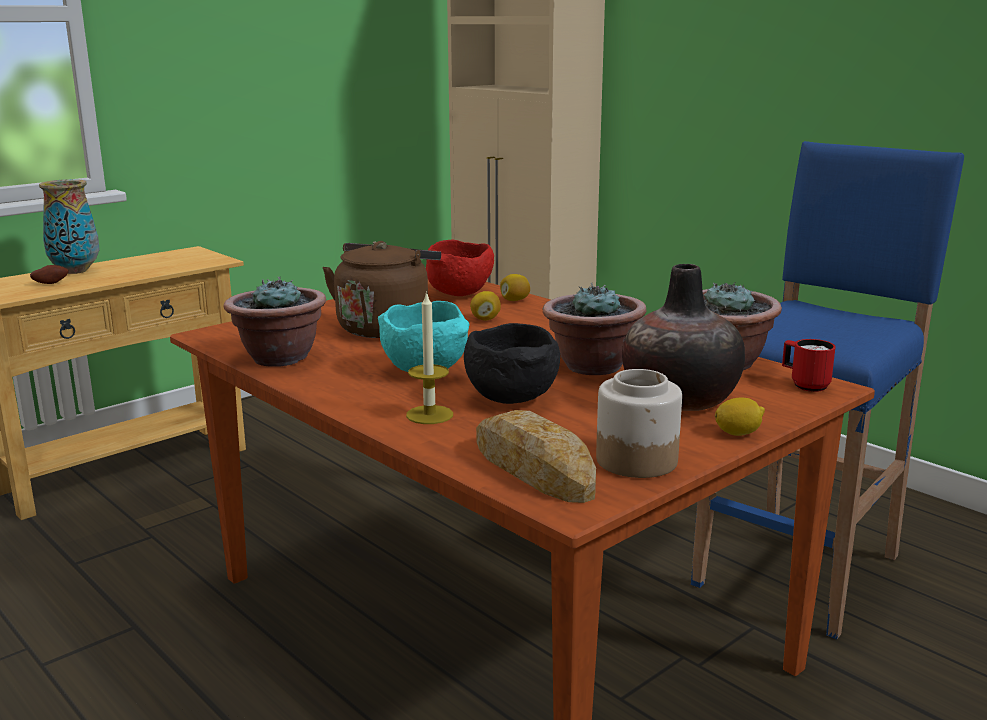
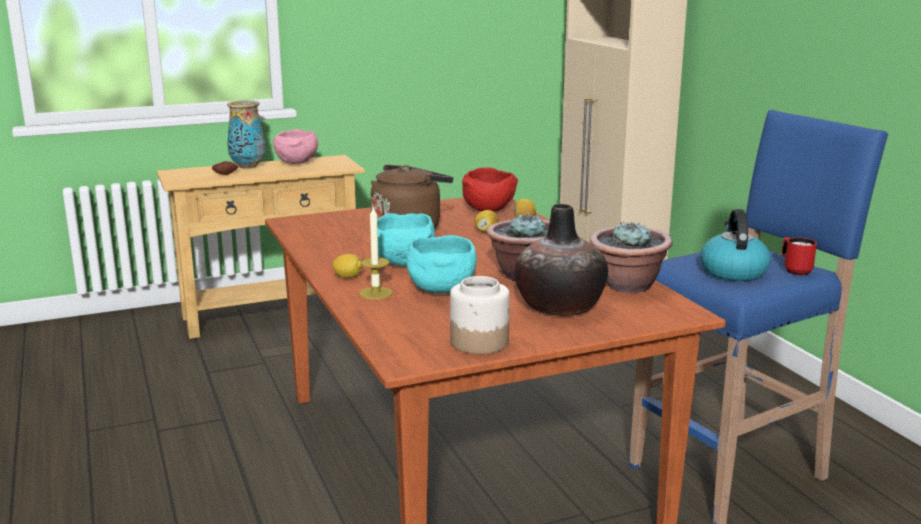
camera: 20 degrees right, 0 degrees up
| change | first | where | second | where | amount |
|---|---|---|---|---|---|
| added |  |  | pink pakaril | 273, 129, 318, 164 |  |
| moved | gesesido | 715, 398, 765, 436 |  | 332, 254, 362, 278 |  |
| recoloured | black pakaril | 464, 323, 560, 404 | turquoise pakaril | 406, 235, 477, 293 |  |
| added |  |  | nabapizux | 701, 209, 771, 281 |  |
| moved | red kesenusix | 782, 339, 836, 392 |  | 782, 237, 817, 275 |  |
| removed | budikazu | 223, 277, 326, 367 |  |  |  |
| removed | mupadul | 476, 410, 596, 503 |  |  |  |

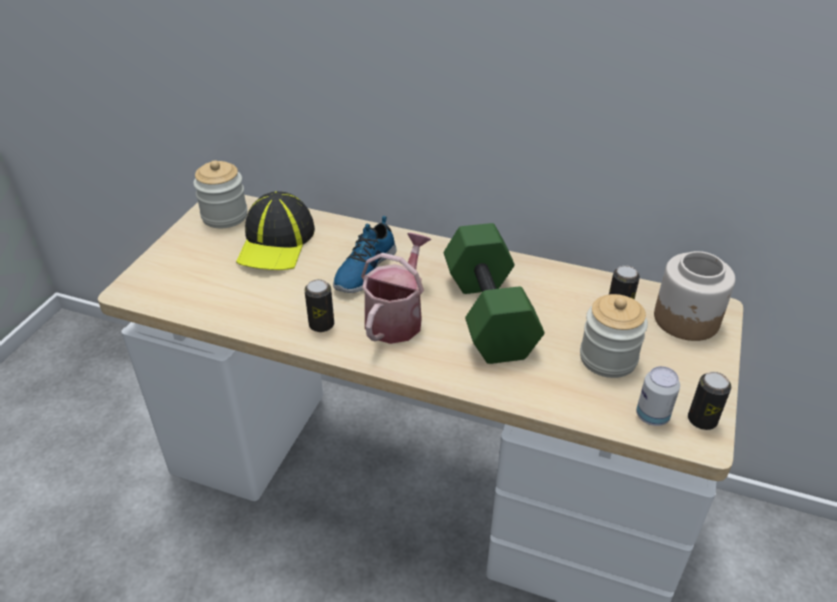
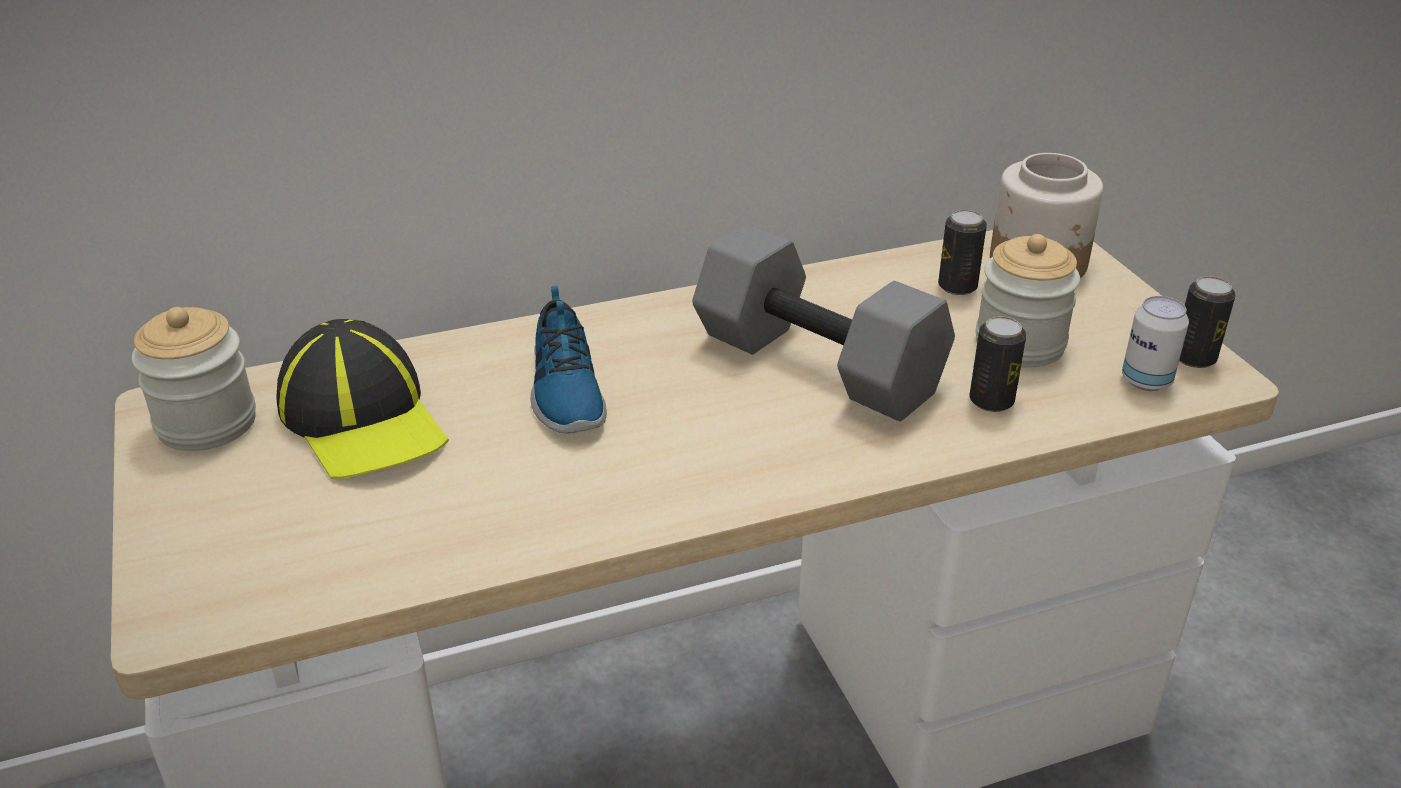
camera: 40 degrees left, 5 degrees down
| change | first | where | second | where | amount |
|---|---|---|---|---|---|
| recoloured | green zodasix | 444, 223, 545, 364 | grey zodasix | 692, 224, 955, 421 |  |
| moved | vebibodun | 304, 279, 334, 332 |  | 970, 316, 1026, 412 |  |
| removed | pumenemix | 361, 233, 432, 344 |  |  |  |

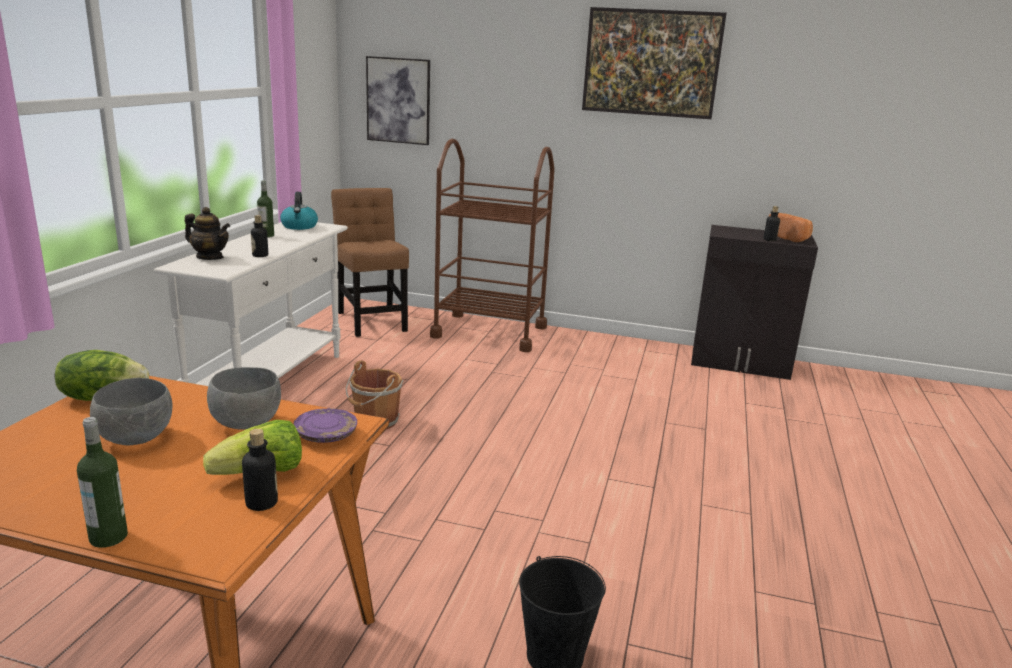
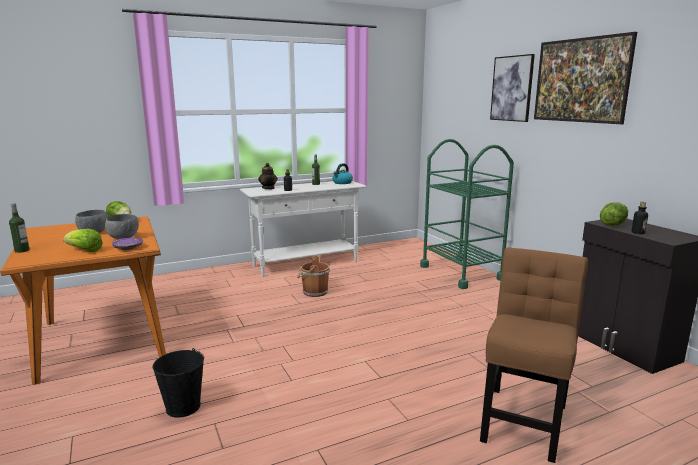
camera: 50 degrees right, 5 degrees down
| change | first | where | second | where | amount |
|---|---|---|---|---|---|
| recoloured | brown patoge | 430, 139, 555, 352 | green patoge | 420, 139, 514, 289 |  |
| moved | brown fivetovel | 331, 188, 409, 337 |  | 480, 248, 588, 463 |  |
| moved | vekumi | 366, 56, 430, 145 |  | 490, 54, 535, 122 |  |
| added |  |  | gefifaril | 600, 202, 628, 226 |  |
| removed | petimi | 242, 429, 278, 511 |  |  |  |
| removed | mupadul | 768, 213, 813, 242 |  |  |  |

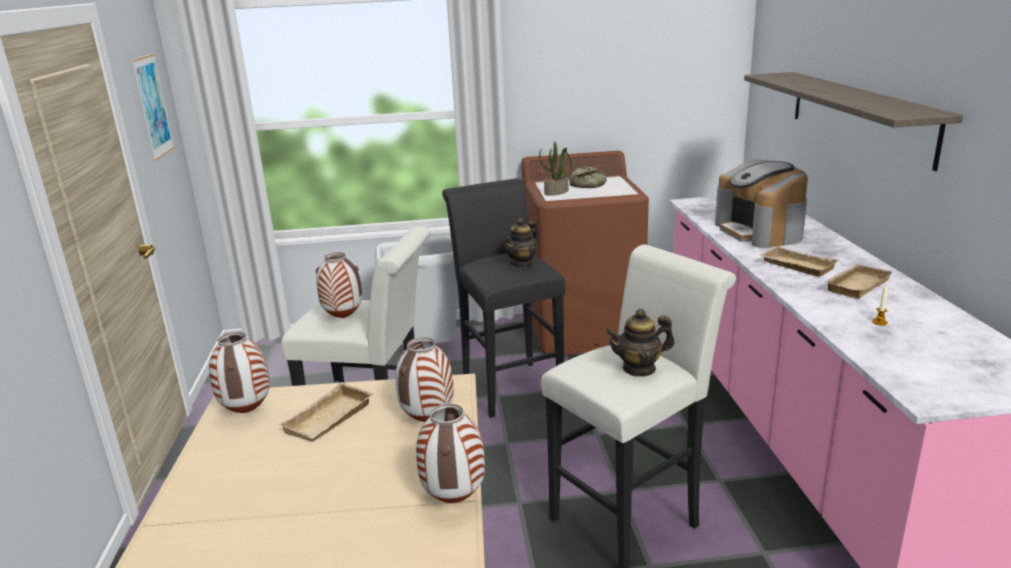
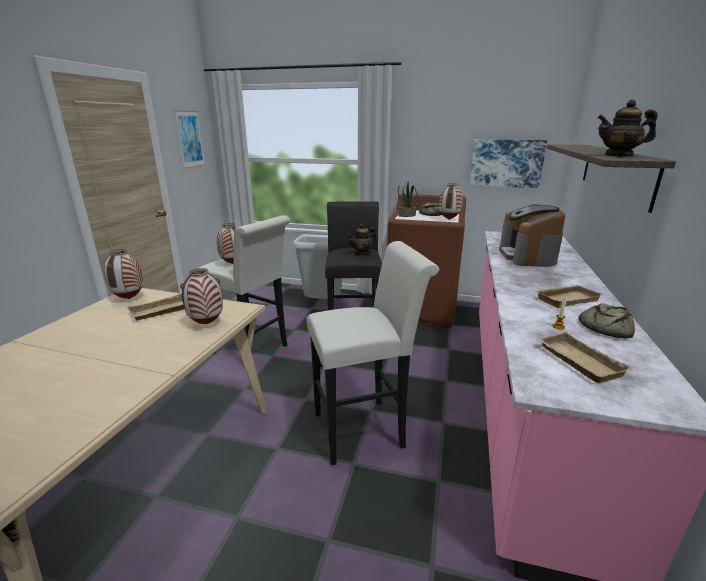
camera: 20 degrees right, 0 degrees up
| change | first | where | second | where | amount |
|---|---|---|---|---|---|
| moved | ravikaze | 416, 404, 485, 503 |  | 439, 183, 463, 220 |  |
| added |  |  | vekumi | 469, 139, 547, 188 |  |
| moved | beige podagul | 759, 246, 839, 277 |  | 537, 332, 633, 383 |  |
| added |  |  | mupadul | 579, 303, 635, 339 |  |
| moved | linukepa | 606, 309, 674, 377 |  | 597, 99, 658, 157 |  |

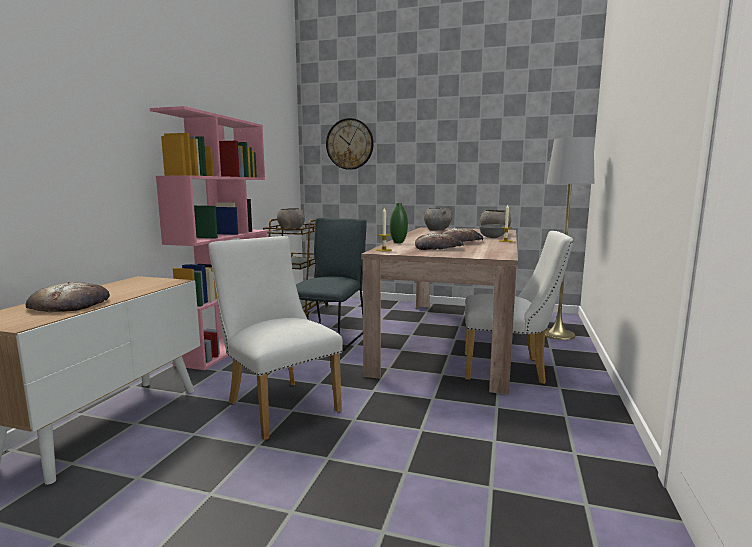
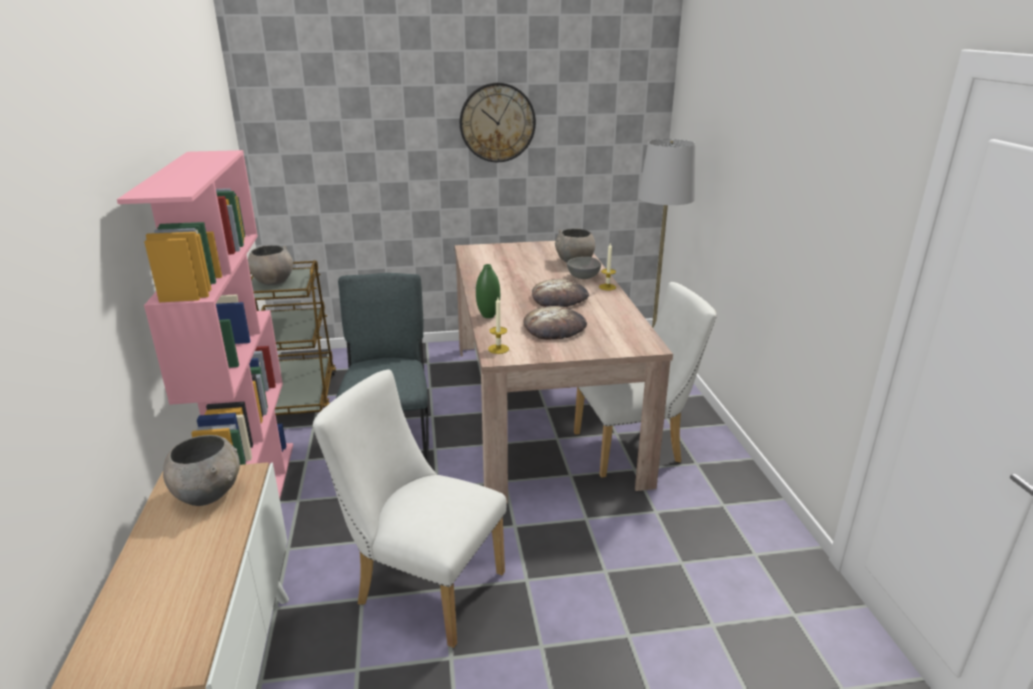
camera: 25 degrees left, 15 degrees up
| change | first | where | second | where | amount |
|---|---|---|---|---|---|
| moved | grey pakaril | 424, 208, 452, 231 |  | 163, 435, 240, 506 |  |
| moved | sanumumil | 326, 118, 374, 170 |  | 460, 83, 536, 162 |  |
| removed | mupadul | 26, 282, 110, 312 |  |  |  |

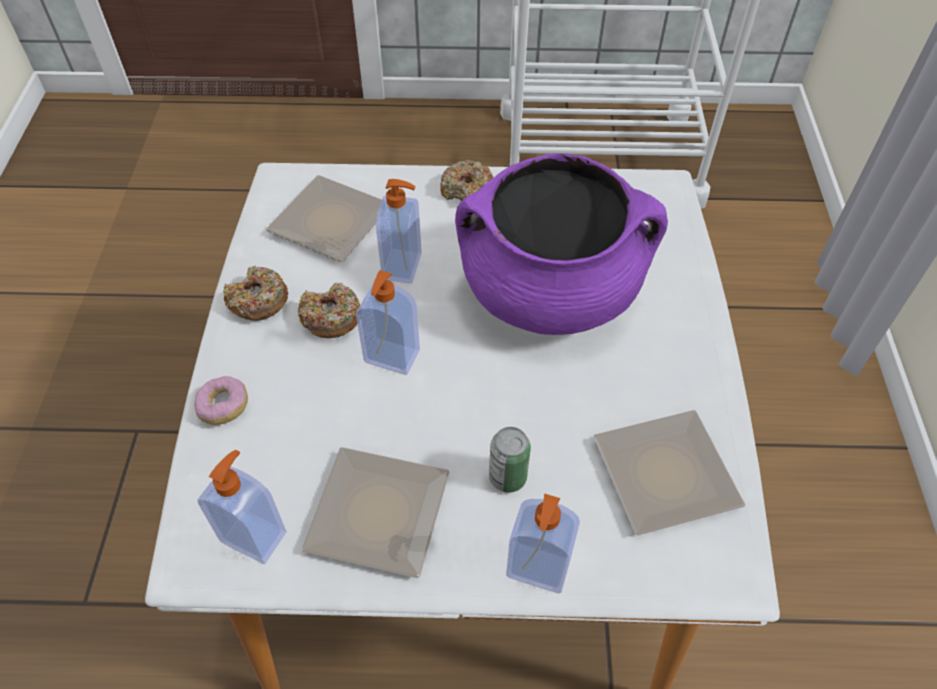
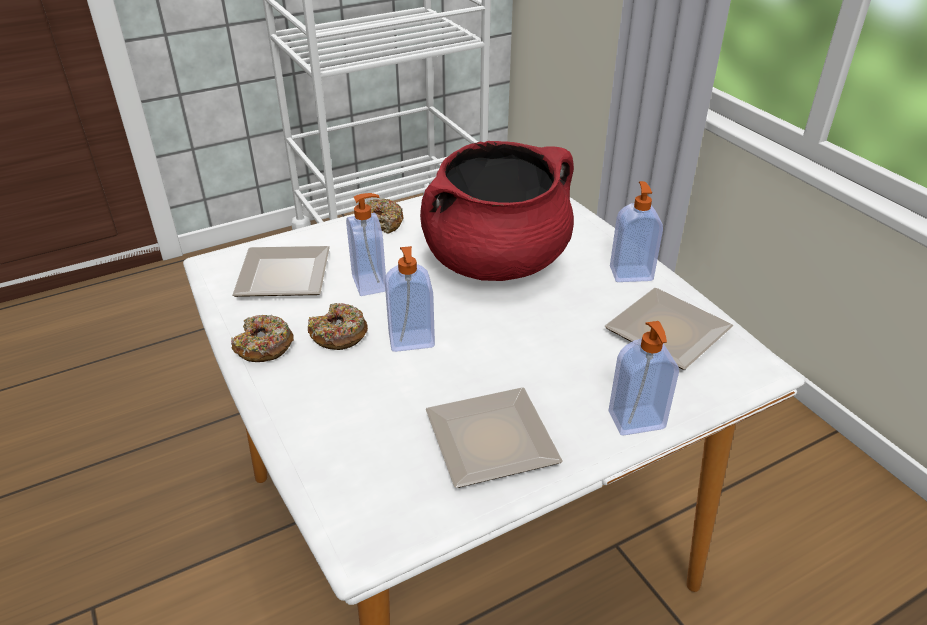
camera: 30 degrees left, 15 degrees down
| change | first | where | second | where | amount |
|---|---|---|---|---|---|
| recoloured | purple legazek | 455, 153, 668, 335 | red legazek | 420, 141, 574, 281 |  |
| moved | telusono | 198, 450, 286, 564 |  | 610, 181, 663, 282 |  |
| removed | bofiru | 194, 376, 248, 425 |  |  |  |
| removed | vebibodun | 489, 427, 531, 493 |  |  |  |

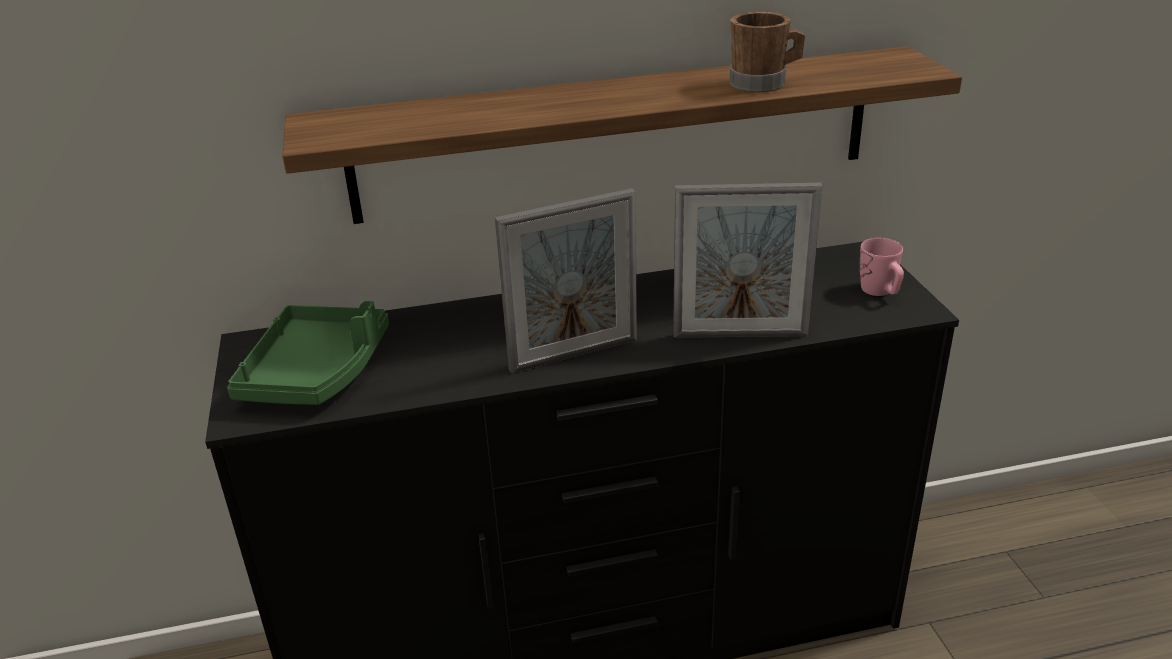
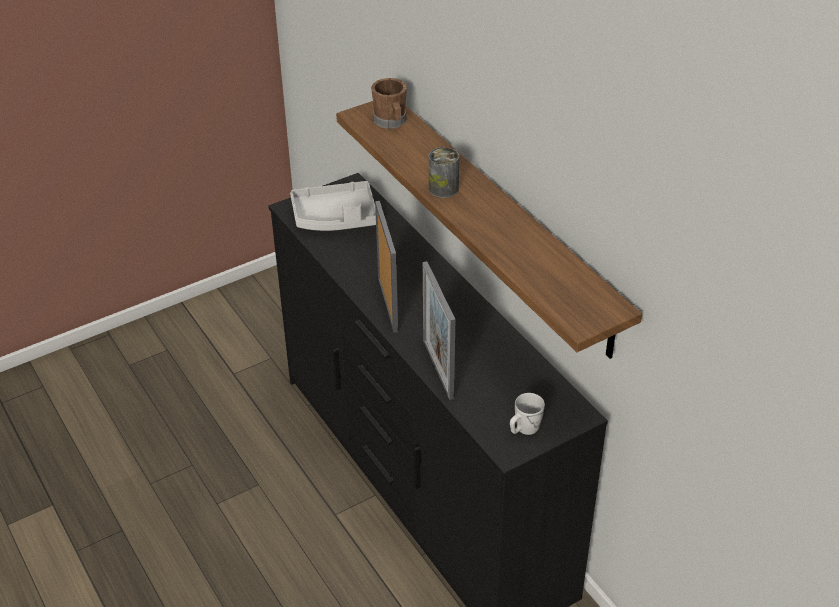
camera: 70 degrees right, 10 degrees up
| change | first | where | second | where | amount |
|---|---|---|---|---|---|
| recoloured | green podagul | 227, 301, 389, 405 | grey podagul | 290, 181, 376, 231 |  |
| moved | brown kesenusix | 729, 12, 805, 92 |  | 371, 78, 407, 129 |  |
| turned | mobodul | 495, 188, 637, 374 |  | 375, 201, 398, 333 | 150 degrees counterclockwise |
| added |  |  | vebibodun | 429, 147, 459, 198 |  |
| recoloured | pink kesenusix | 860, 238, 904, 296 | white kesenusix | 510, 393, 545, 435 |  |

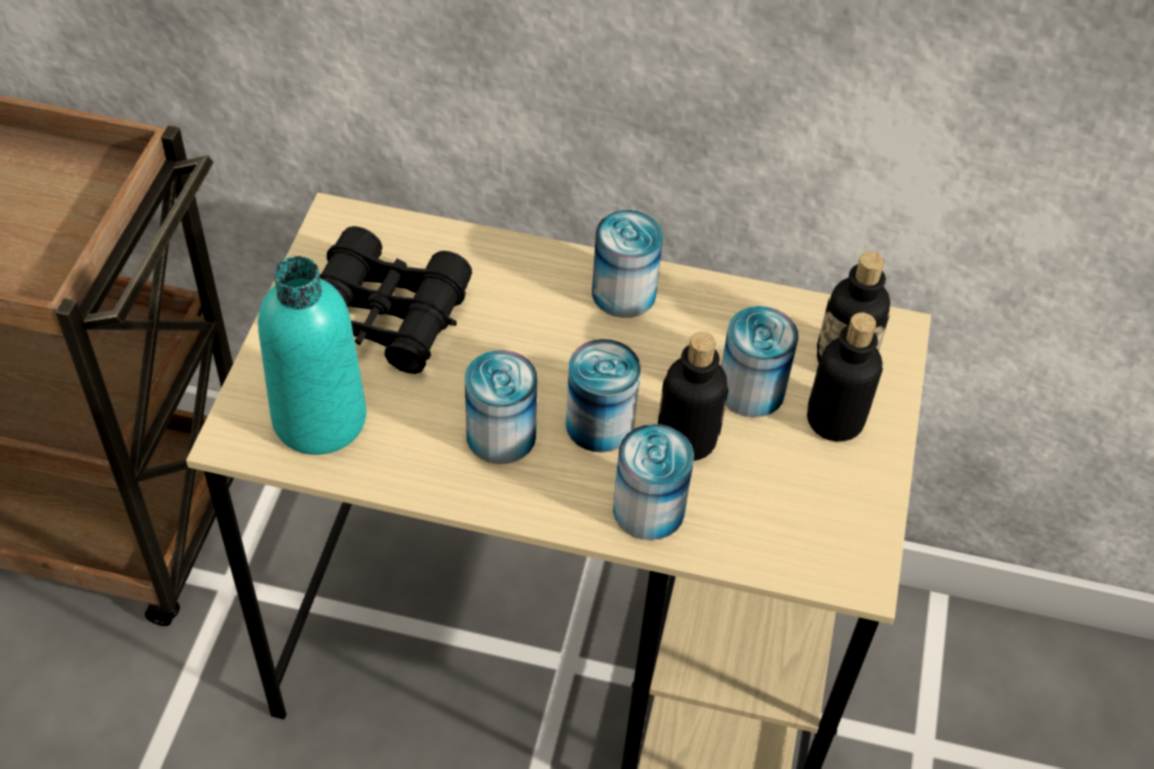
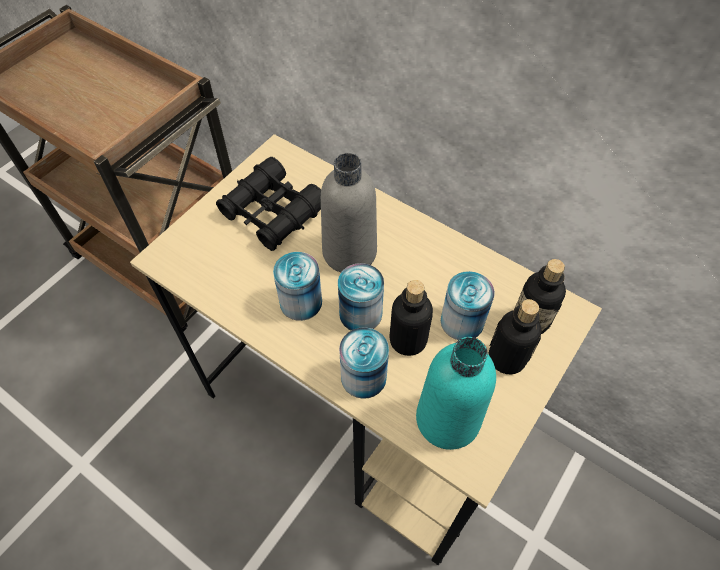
camera: 25 degrees right, 5 degrees up
| change | first | where | second | where | amount |
|---|---|---|---|---|---|
| added |  |  | grey petimi | 321, 153, 377, 272 |  |
| moved | turquoise petimi | 258, 256, 366, 455 |  | 416, 337, 496, 450 |  |
| removed | vebibodun | 592, 210, 663, 318 |  |  |  |

